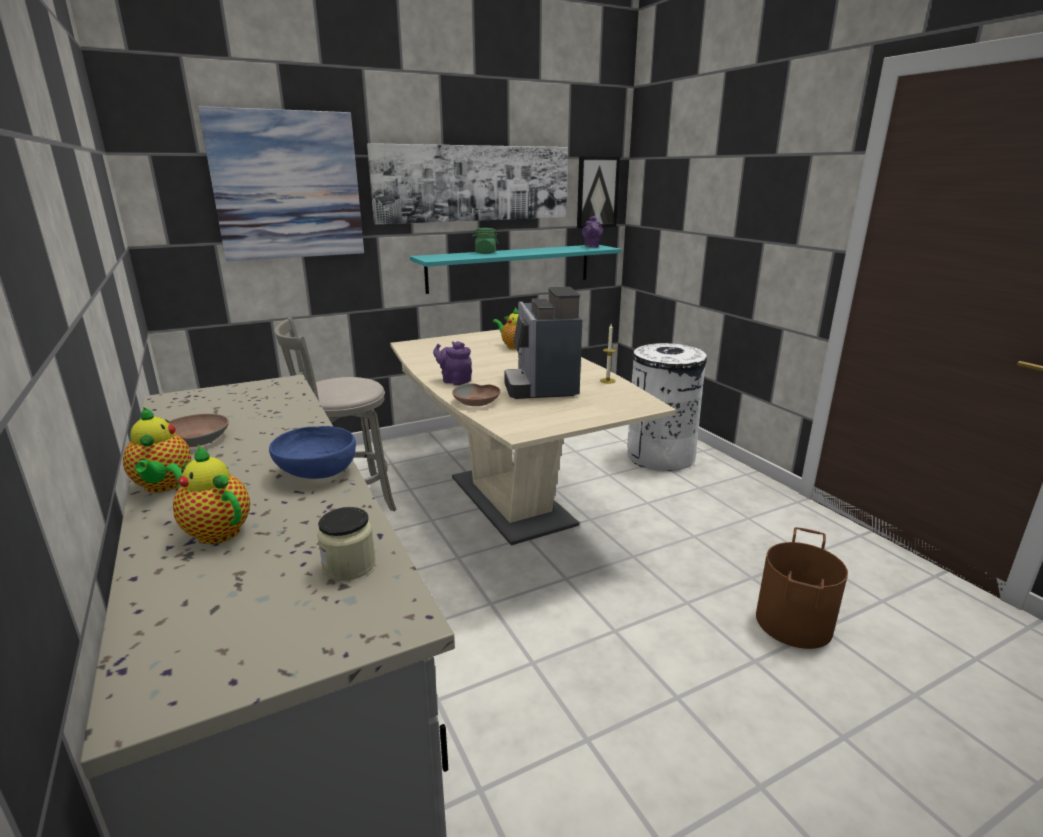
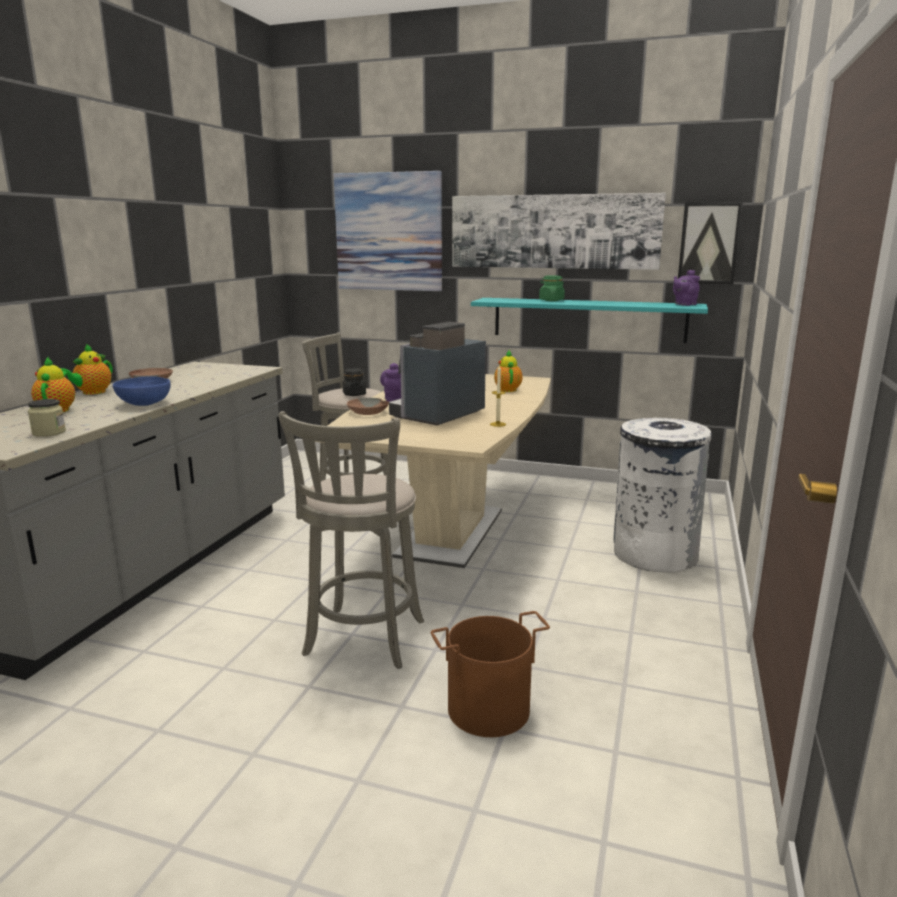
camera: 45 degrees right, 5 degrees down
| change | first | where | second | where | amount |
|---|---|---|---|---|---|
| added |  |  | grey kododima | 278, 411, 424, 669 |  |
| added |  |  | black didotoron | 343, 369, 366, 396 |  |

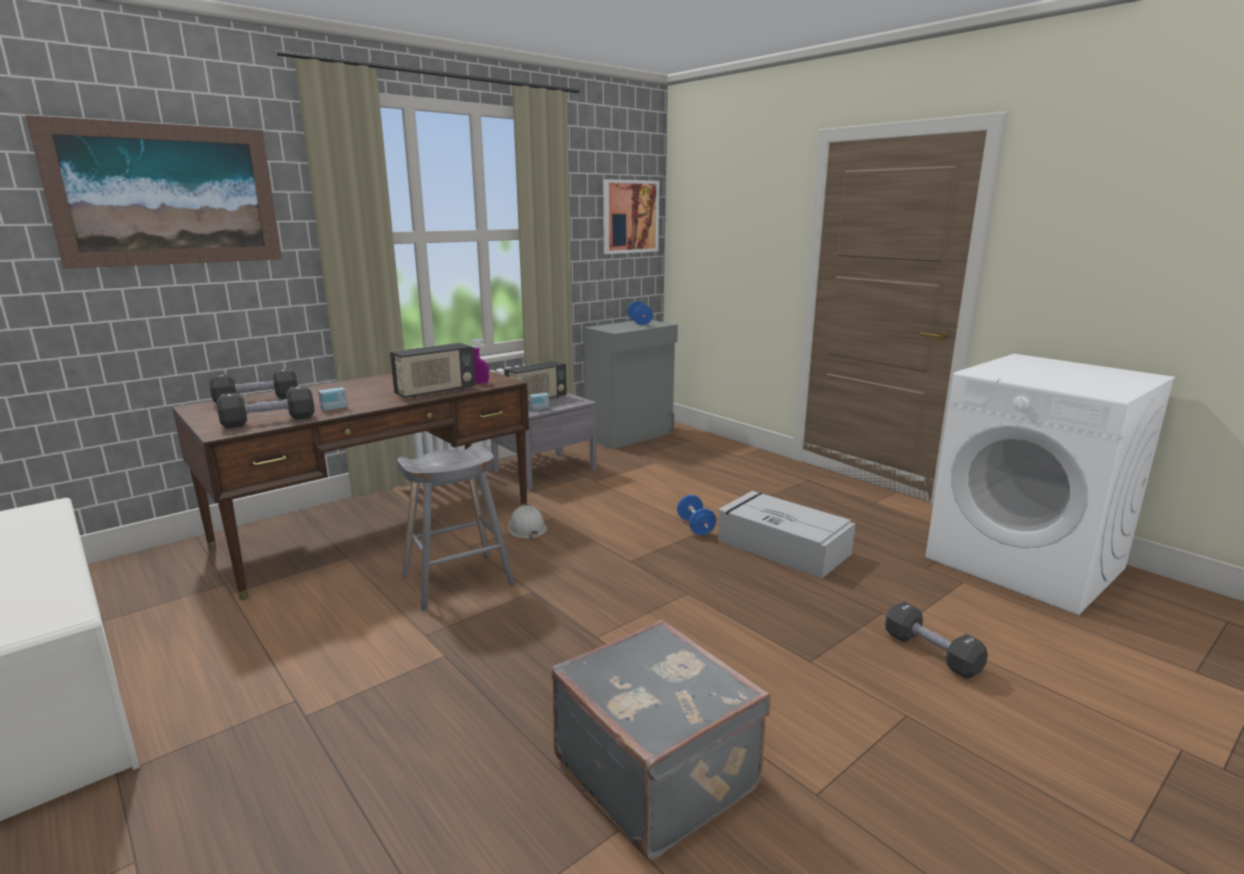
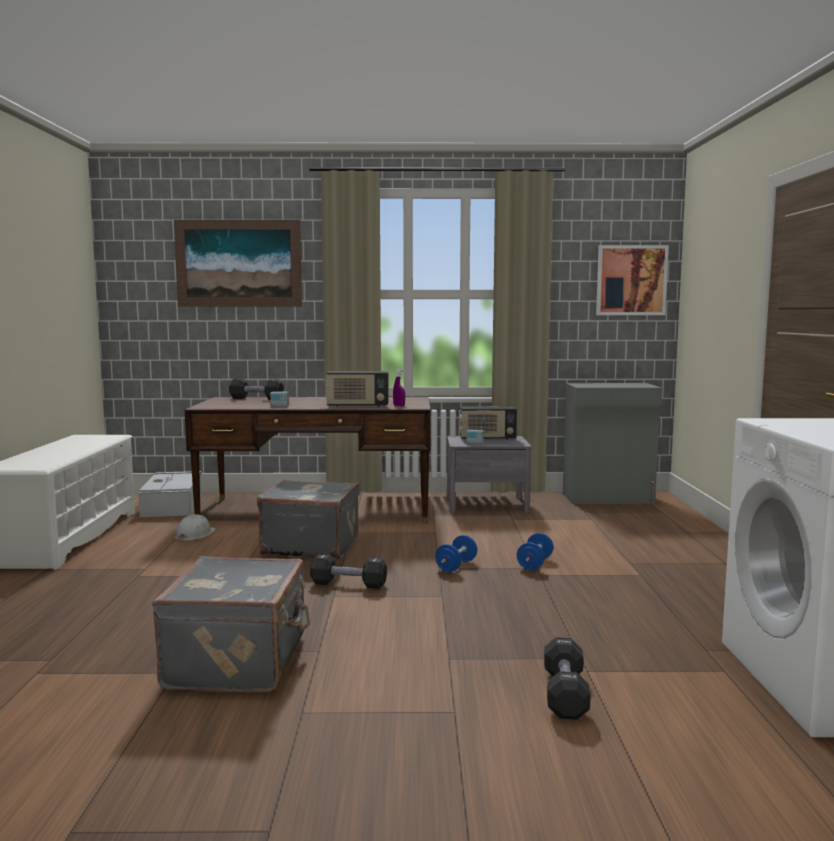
camera: 40 degrees right, 10 degrees down
| change | first | where | second | where | amount |
|---|---|---|---|---|---|
| moved | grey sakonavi | 718, 491, 855, 578 |  | 138, 471, 202, 517 |  |
| moved | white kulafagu | 508, 505, 547, 540 |  | 175, 514, 216, 541 |  |
| replaced | grey kododima | 397, 444, 515, 611 | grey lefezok | 257, 480, 360, 559 |  |
| moved | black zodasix | 216, 385, 315, 429 |  | 310, 554, 387, 589 |  |
| moved | blue zodasix | 628, 301, 653, 325 |  | 435, 535, 477, 572 |  |

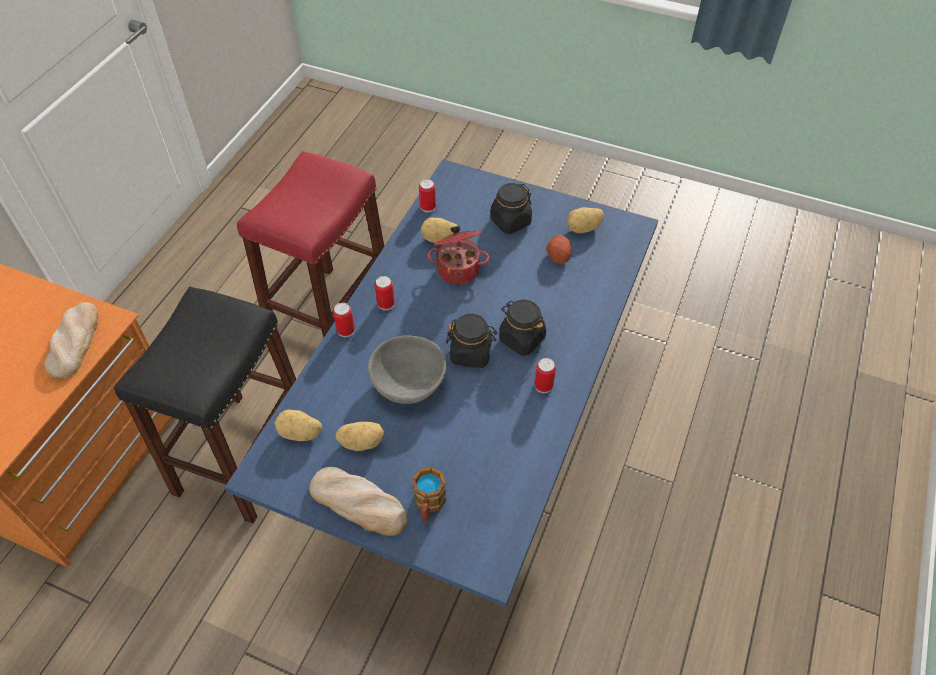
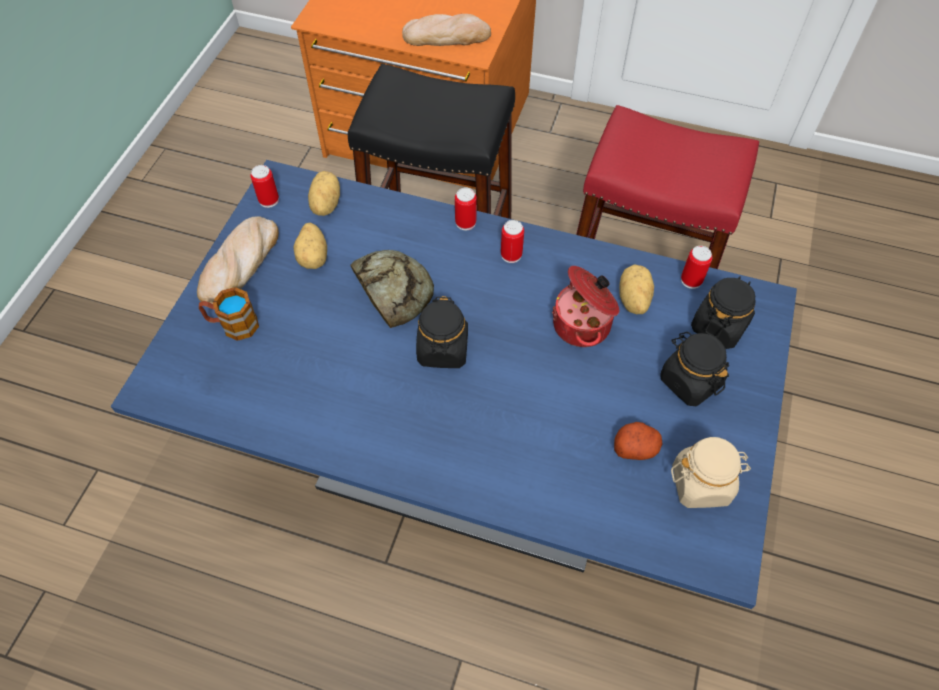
camera: 85 degrees right, 5 degrees up
| change | first | where | second | where | amount |
|---|---|---|---|---|---|
| moved | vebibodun | 534, 358, 556, 393 |  | 250, 165, 279, 208 |  |
| replaced | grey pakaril | 368, 335, 446, 404 | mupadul | 351, 250, 434, 328 |  |
| replaced | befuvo | 567, 207, 604, 233 | beige didotoron | 671, 437, 751, 508 |  |
| moved | black didotoron | 499, 300, 546, 356 |  | 691, 276, 755, 349 |  |

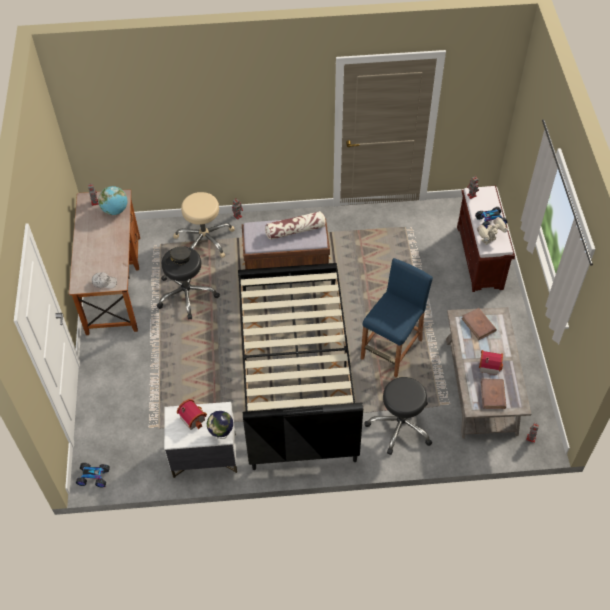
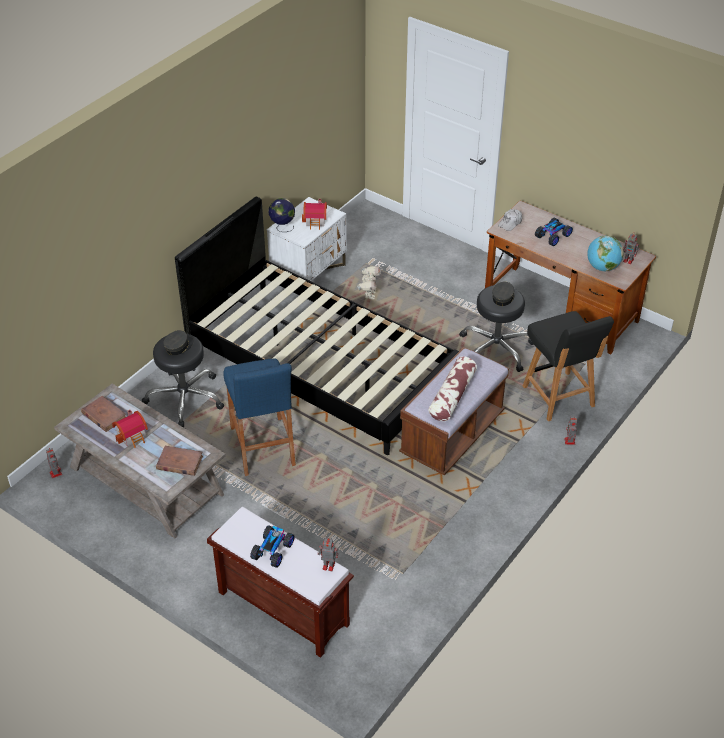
camera: 130 degrees right, 10 degrees down
| change | first | where | second | where | amount |
|---|---|---|---|---|---|
| added |  |  | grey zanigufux | 163, 330, 194, 355 |  |
| moved | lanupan | 477, 217, 508, 245 |  | 357, 266, 381, 299 |  |
| replaced | beige kododima | 173, 192, 235, 258 | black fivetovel | 523, 311, 614, 421 |  |
| moved | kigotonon | 76, 463, 110, 488 |  | 535, 218, 573, 246 |  |

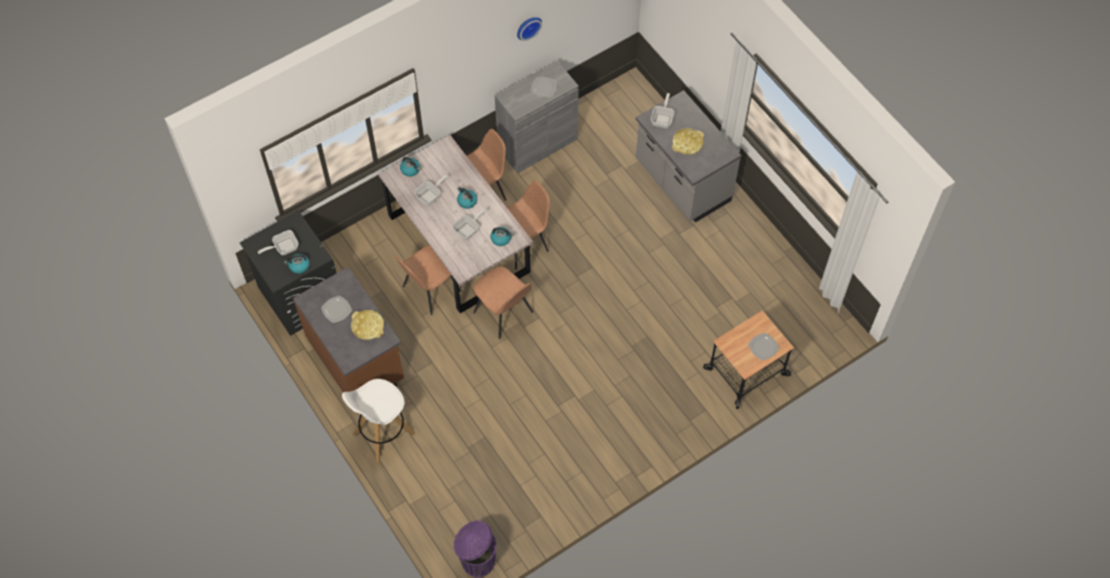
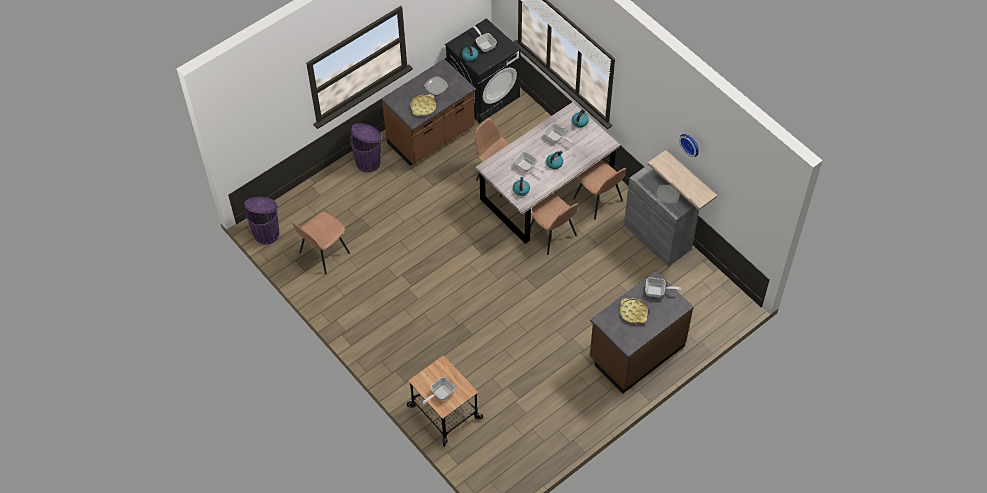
camera: 85 degrees right, 5 degrees down
| change | first | where | second | where | amount |
|---|---|---|---|---|---|
| moved | brown fivetovel | 473, 266, 533, 339 |  | 292, 212, 350, 274 |  |
| replaced | white kododima | 342, 379, 415, 462 | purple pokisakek | 350, 123, 382, 172 |  |
| replaced | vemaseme | 748, 333, 779, 361 | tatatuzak | 422, 377, 455, 404 |  |
| recoloured | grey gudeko | 636, 90, 742, 222 | brown gudeko | 590, 271, 694, 394 |  |
| added |  |  | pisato | 648, 150, 717, 210 |  |

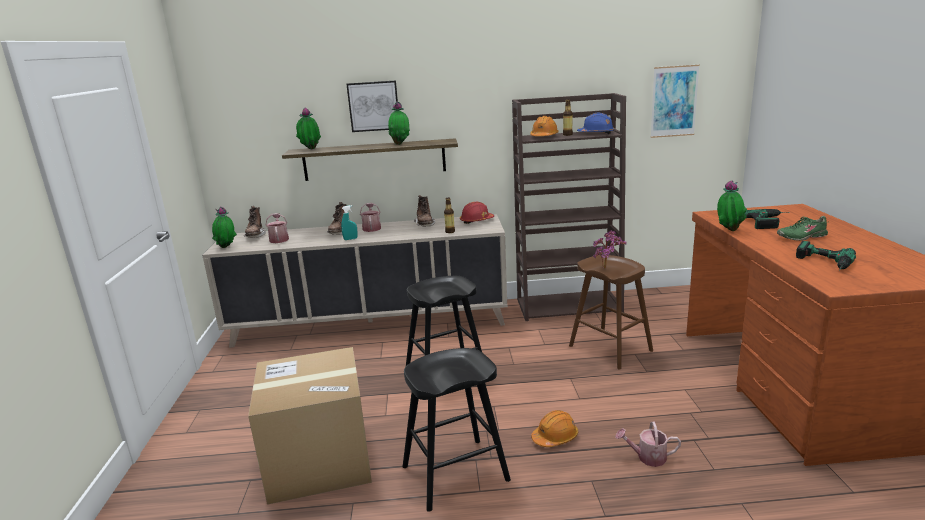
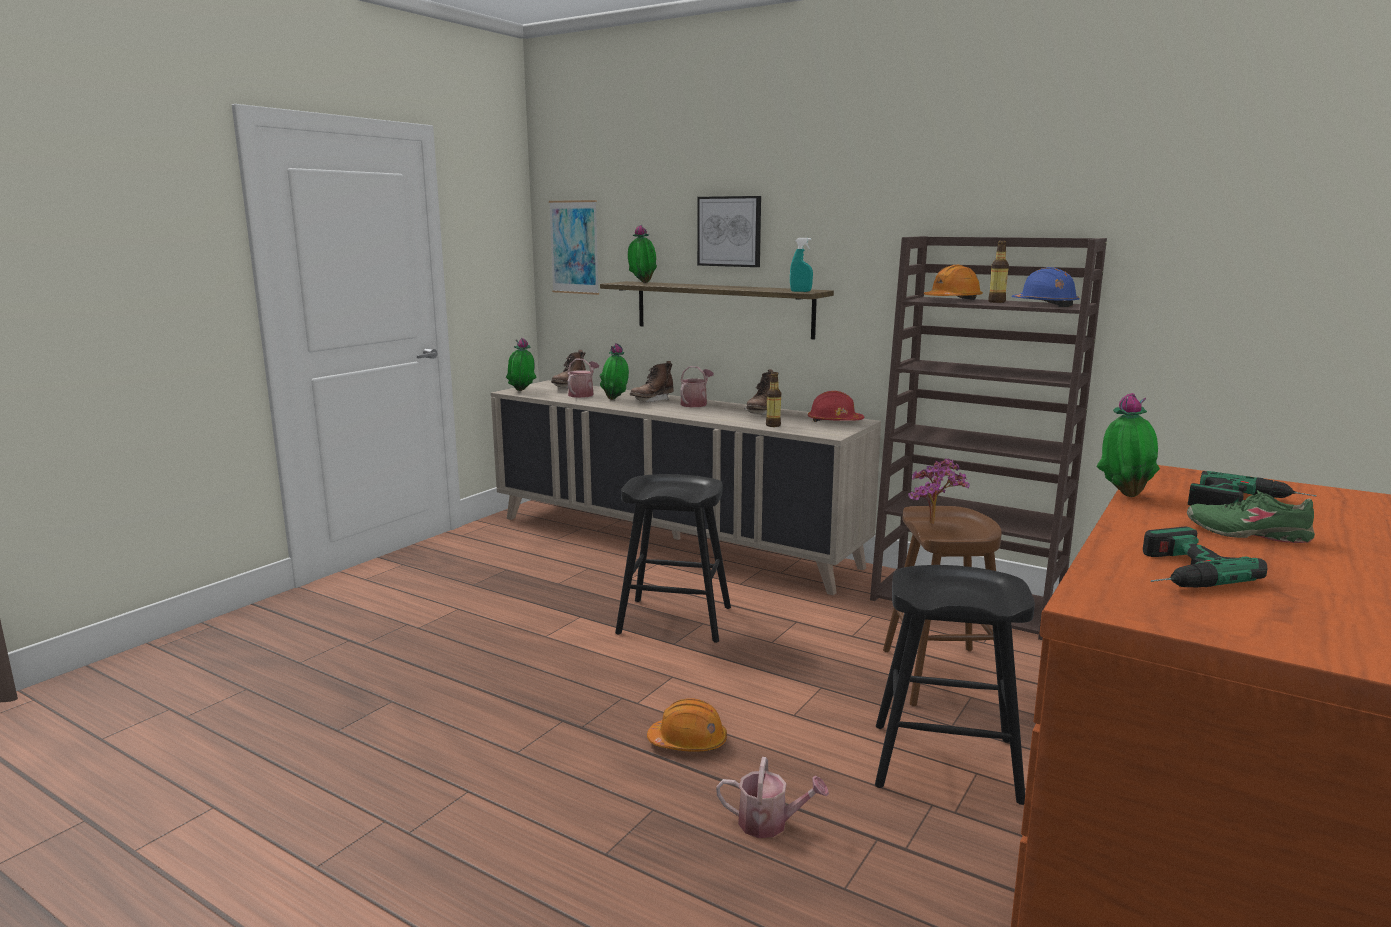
camera: 35 degrees right, 5 degrees down
| change | first | where | second | where | amount |
|---|---|---|---|---|---|
| moved | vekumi | 650, 65, 700, 138 |  | 549, 200, 599, 295 |  |
| moved | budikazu | 388, 102, 410, 145 |  | 599, 343, 629, 400 |  |
| turned | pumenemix | 615, 422, 681, 467 |  | 716, 757, 829, 838 | 150 degrees clockwise |
| moved | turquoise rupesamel | 341, 205, 358, 240 |  | 790, 238, 813, 292 |  |
| moved | black kododima | 403, 348, 511, 512 |  | 875, 565, 1035, 805 |  |
| removed | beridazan | 248, 347, 372, 505 |  |  |  |

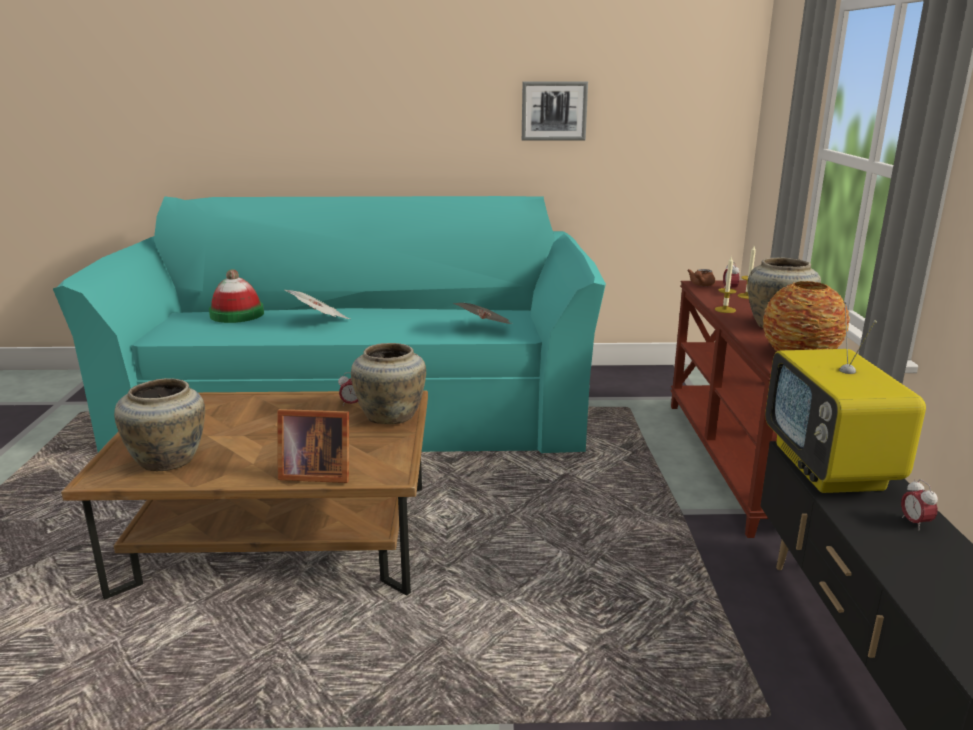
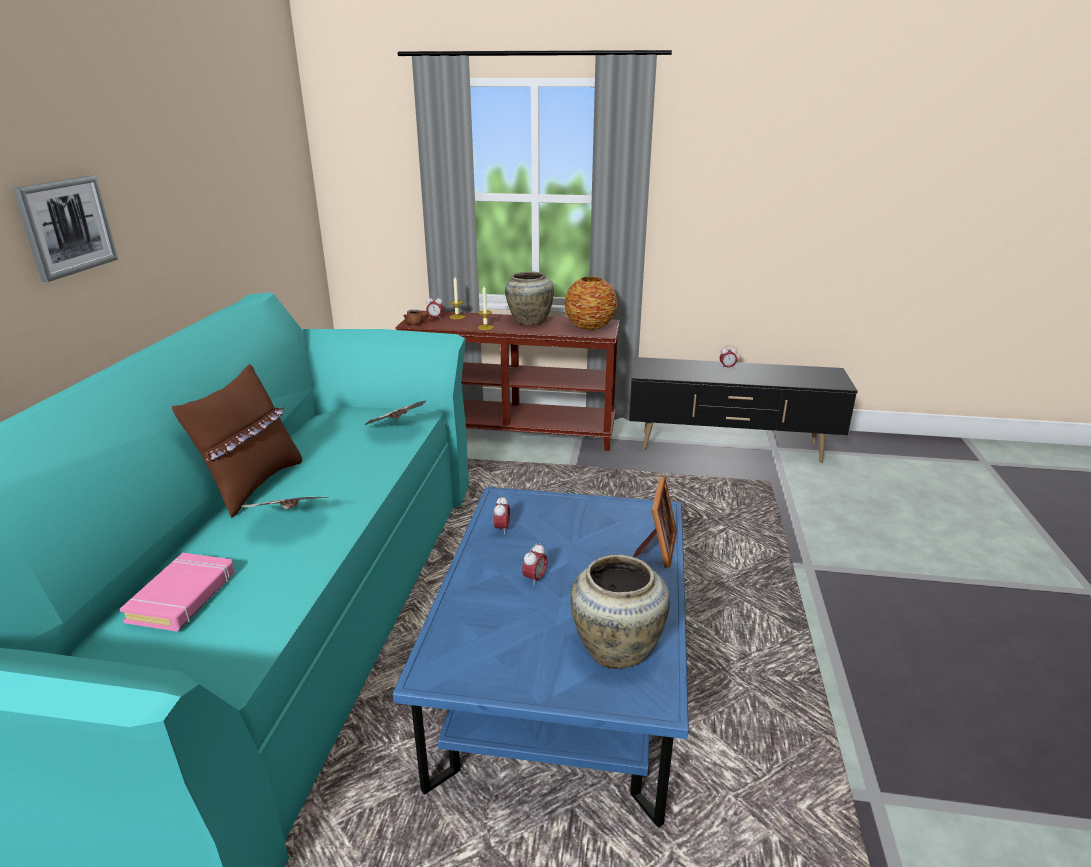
camera: 80 degrees left, 5 degrees up
| change | first | where | second | where | amount |
|---|---|---|---|---|---|
| moved | vekumi | 522, 81, 588, 141 |  | 13, 176, 118, 282 |  |
| replaced | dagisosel | 209, 269, 264, 323 | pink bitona | 120, 553, 235, 631 |  |
| added |  |  | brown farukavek | 172, 364, 302, 518 |  |
| recoloured | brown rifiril | 61, 391, 428, 600 | blue rifiril | 392, 487, 689, 828 |  |
| added |  |  | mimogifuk | 522, 543, 547, 586 |  |
| removed | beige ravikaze | 351, 343, 426, 424 |  |  |  |
| removed | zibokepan | 765, 301, 926, 493 |  |  |  |

